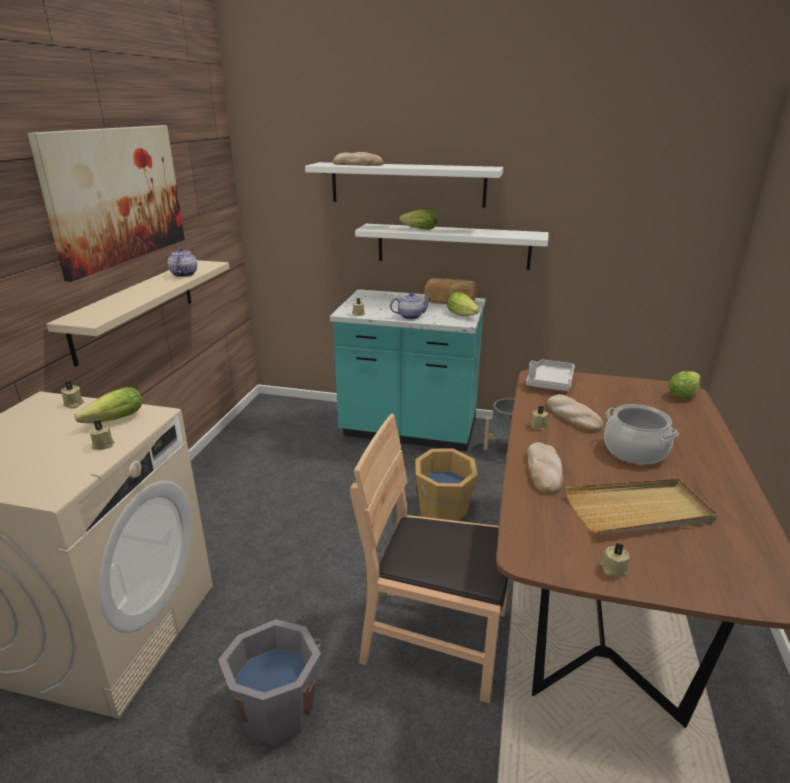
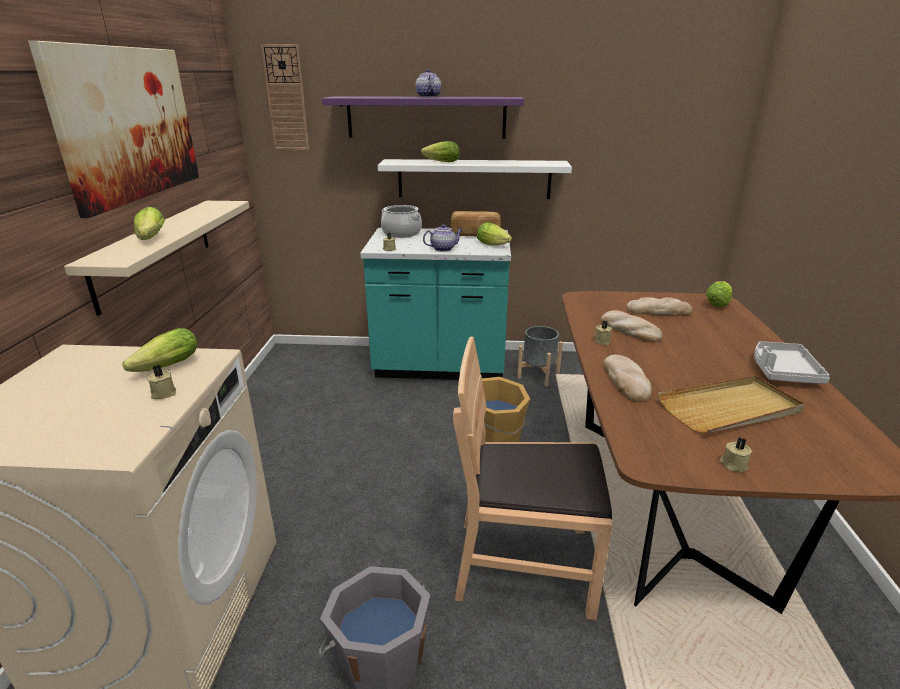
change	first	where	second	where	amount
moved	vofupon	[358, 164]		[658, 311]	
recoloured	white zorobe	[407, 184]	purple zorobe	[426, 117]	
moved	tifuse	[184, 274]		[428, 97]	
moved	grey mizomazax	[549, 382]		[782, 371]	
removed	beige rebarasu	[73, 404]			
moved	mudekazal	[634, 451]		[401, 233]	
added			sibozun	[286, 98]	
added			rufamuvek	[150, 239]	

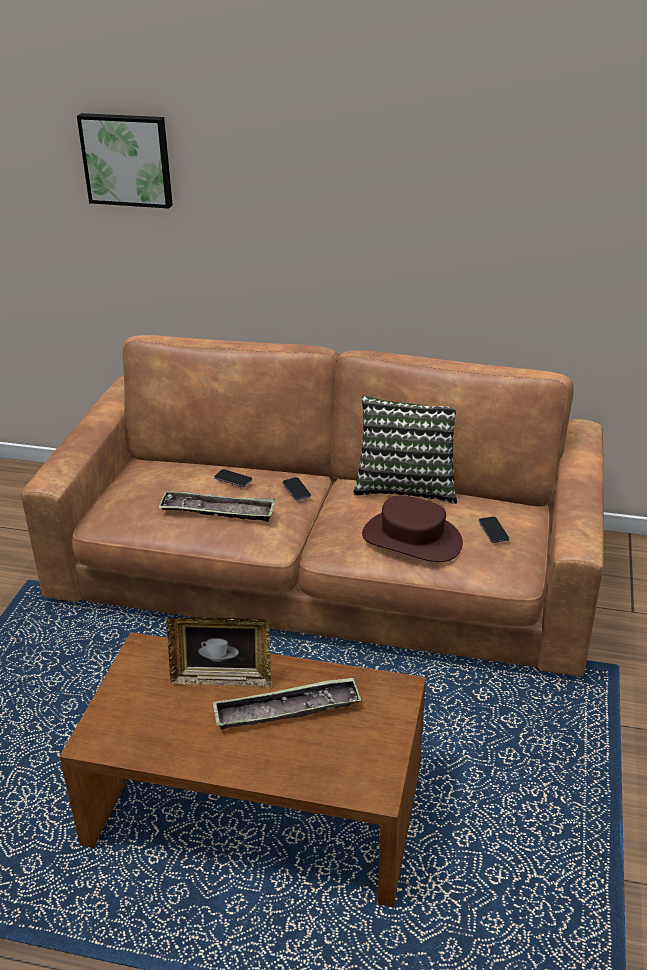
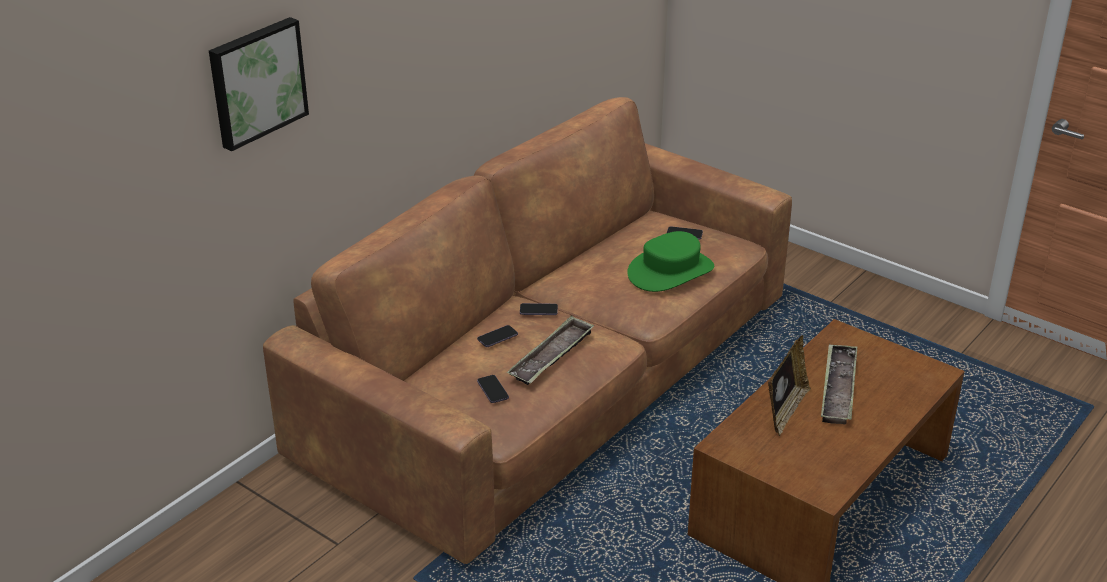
change	first	where	second	where	amount
removed	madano	[406, 486]			
recoloured	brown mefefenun	[412, 538]	green mefefenun	[670, 271]	
added			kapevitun	[492, 390]	

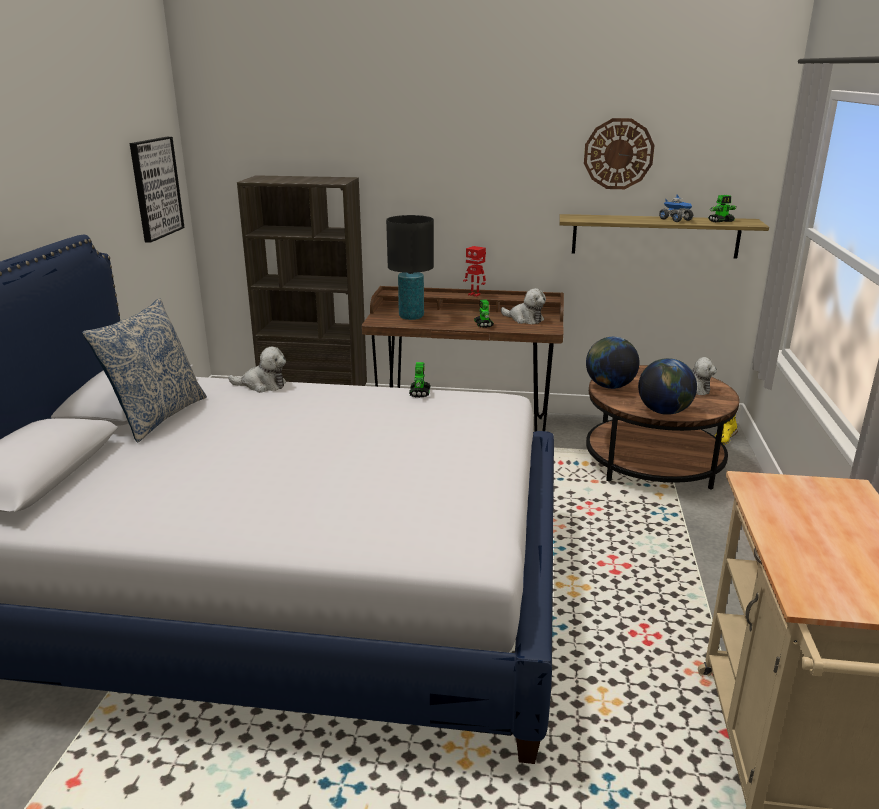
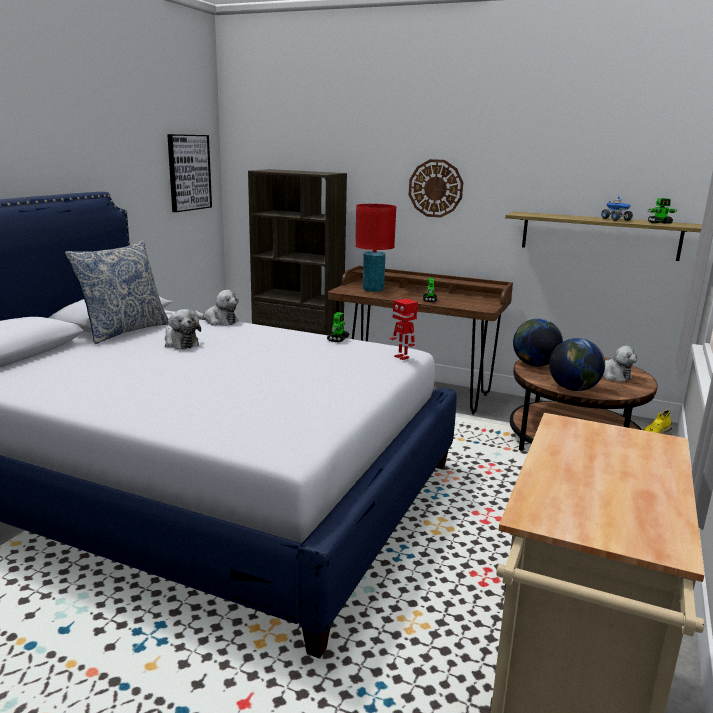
change	first	where	second	where	amount
moved	sibozun	[618, 154]		[435, 188]	
recoloured	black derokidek	[411, 317]	red derokidek	[373, 290]	
moved	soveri	[474, 295]		[402, 357]	
moved	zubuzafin	[524, 319]		[180, 343]	

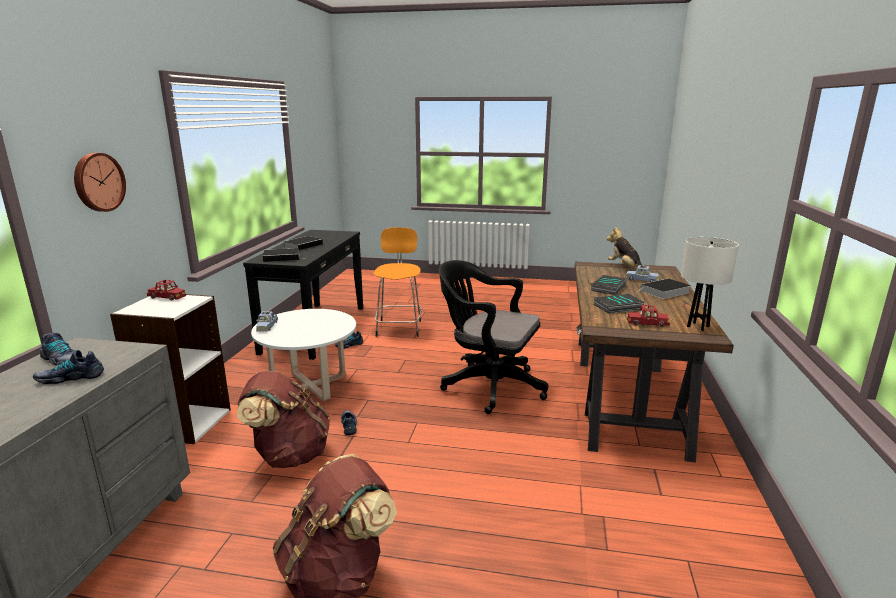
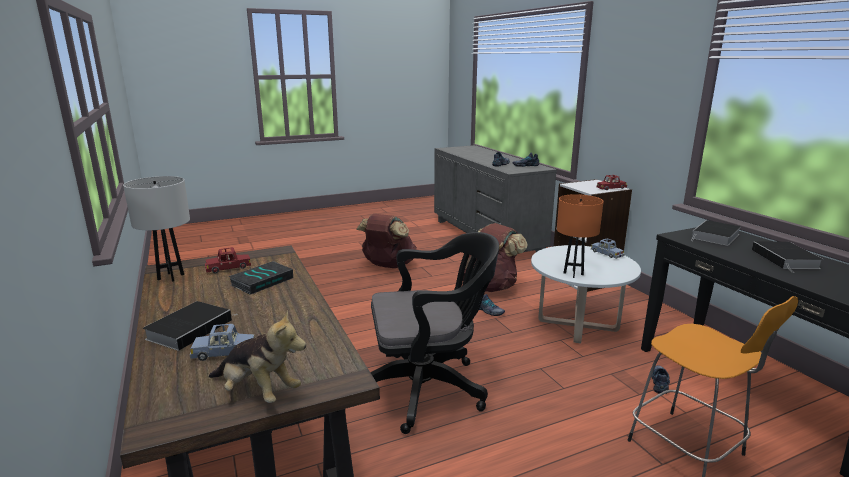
change	first	where	second	where	amount
removed	sibozun	[98, 182]			
removed	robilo	[609, 288]			
added			orange derokidek	[573, 274]	

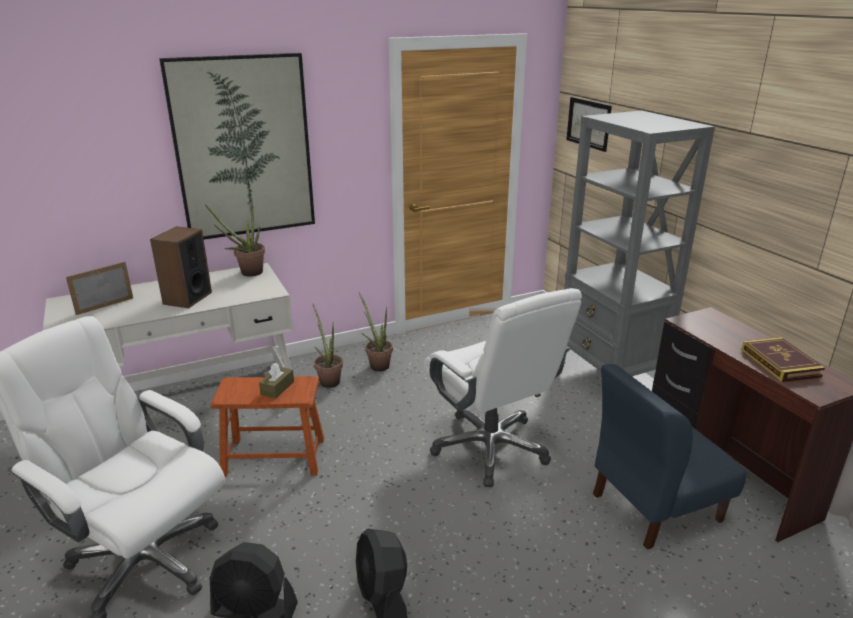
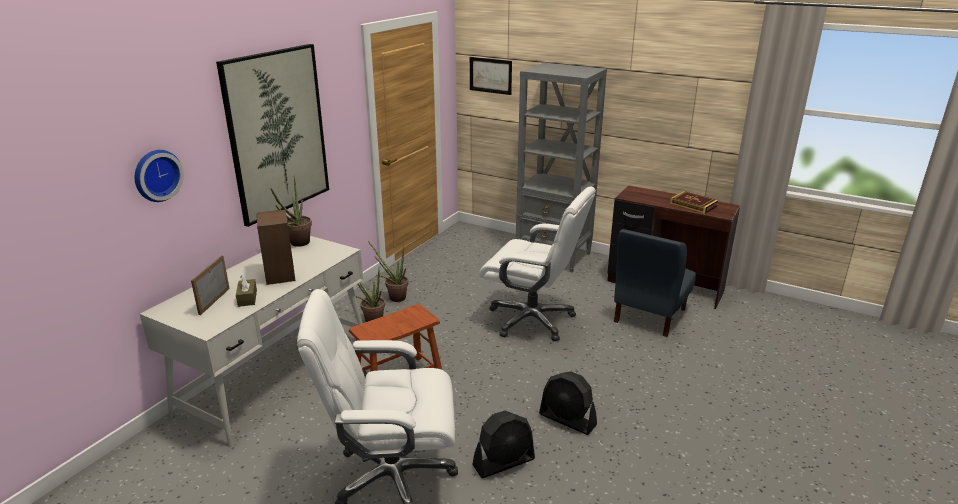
change	first	where	second	where	amount
moved	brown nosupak	[277, 388]		[247, 298]	
added			sibozun	[156, 175]	

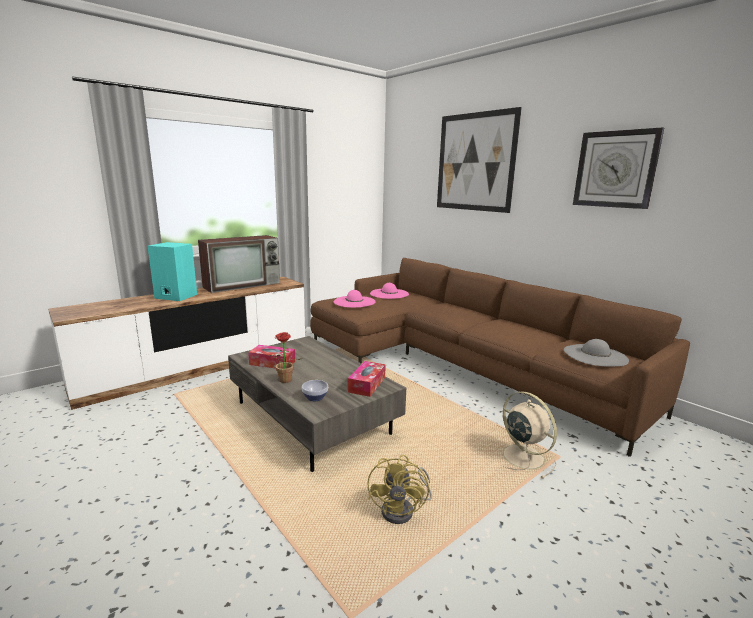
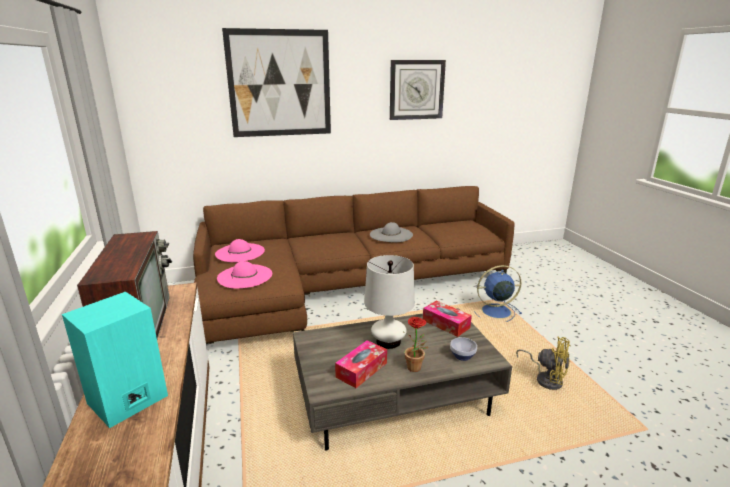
change	first	where	second	where	amount
moved	grey mefefenun	[595, 355]		[391, 235]	
recoloured	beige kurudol	[521, 456]	blue kurudol	[494, 311]	
added			white derokidek	[388, 341]	

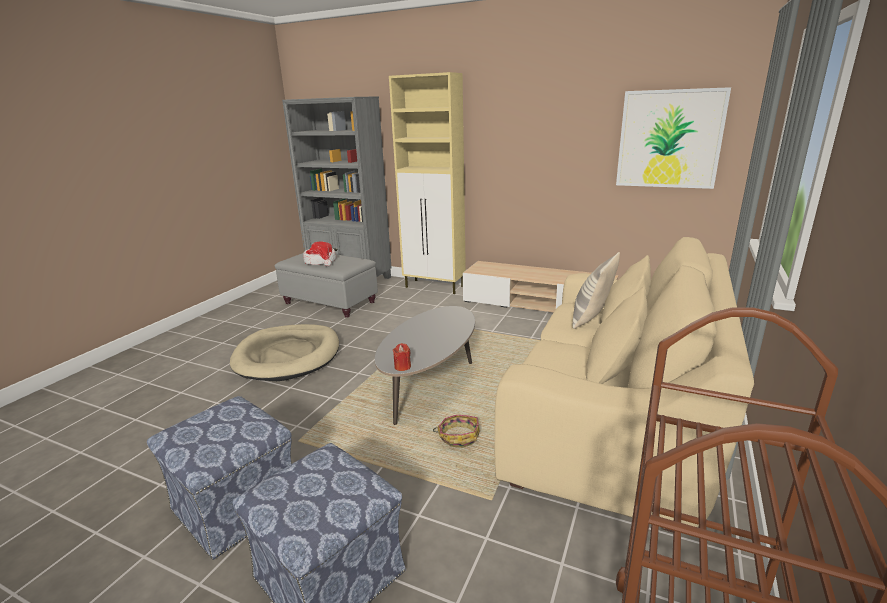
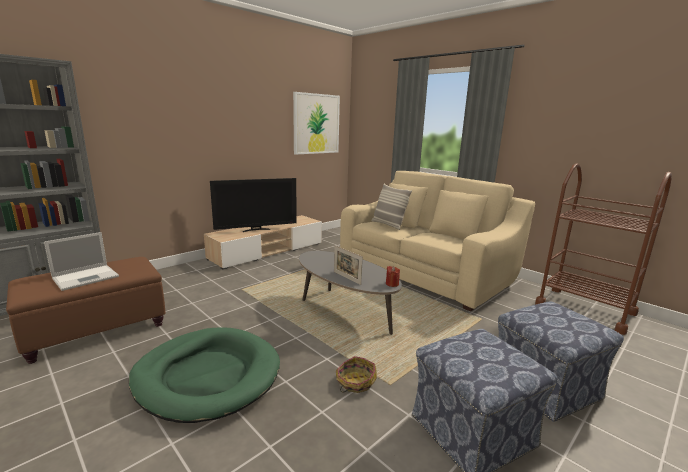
change	first	where	second	where	amount
removed	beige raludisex	[435, 287]			
replaced	mefefenun	[321, 261]	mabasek	[87, 277]	
recoloured	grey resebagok	[330, 302]	brown resebagok	[98, 329]	
recoloured	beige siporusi	[288, 356]	green siporusi	[207, 376]	
moved	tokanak	[458, 437]		[355, 382]	
added			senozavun	[256, 230]	
added			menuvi	[347, 278]	

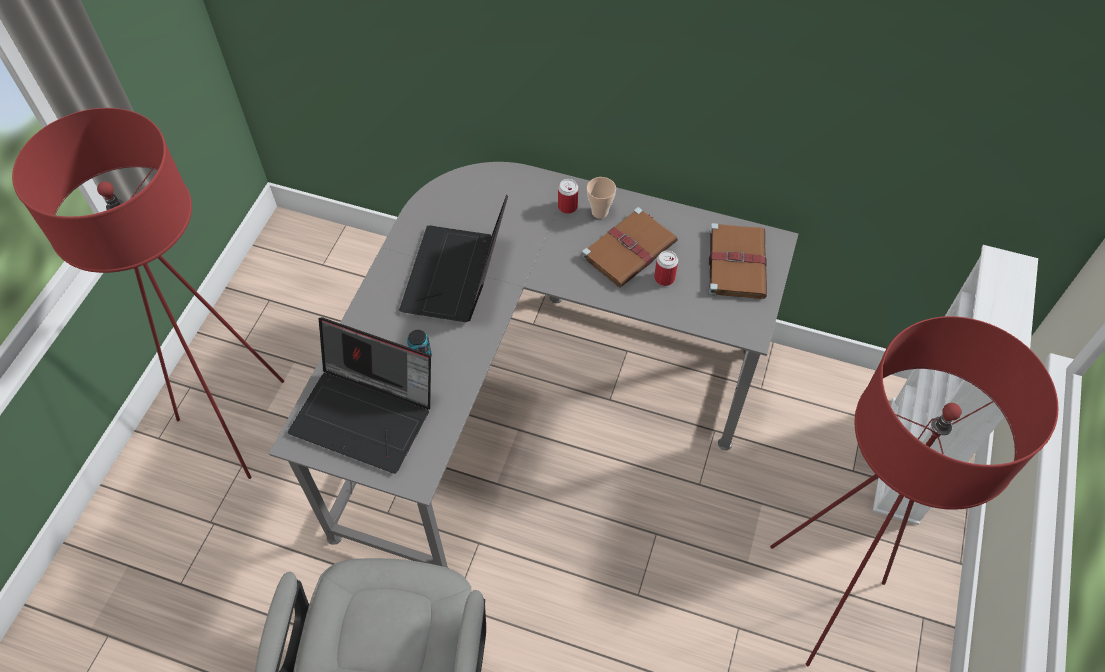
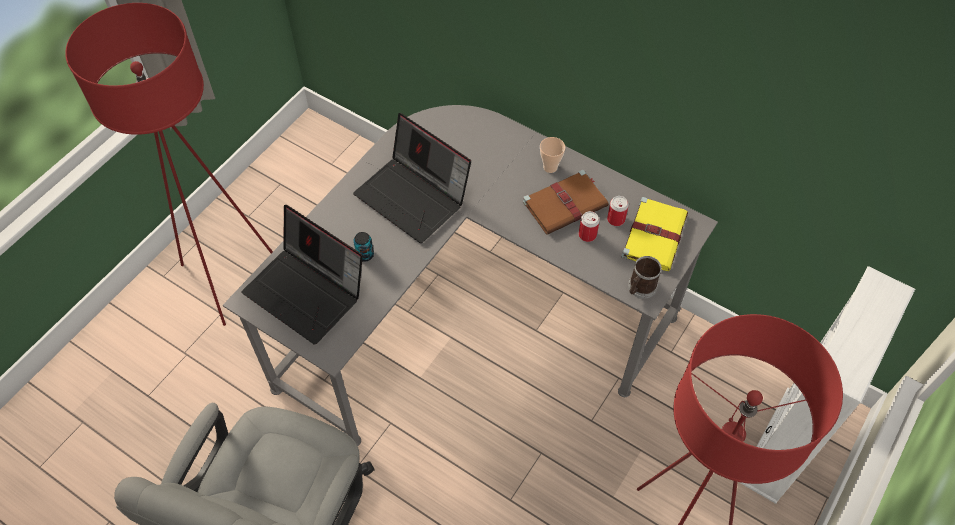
change	first	where	second	where	amount
moved	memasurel	[567, 207]		[616, 219]	
turned	mabasek	[457, 278]		[414, 197]	75 degrees counterclockwise
recoloured	brown robilo	[736, 262]	yellow robilo	[654, 234]	
added			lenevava	[640, 288]	

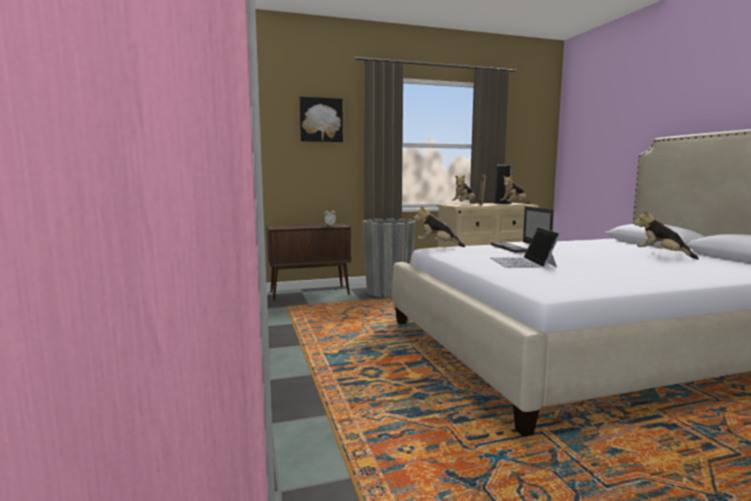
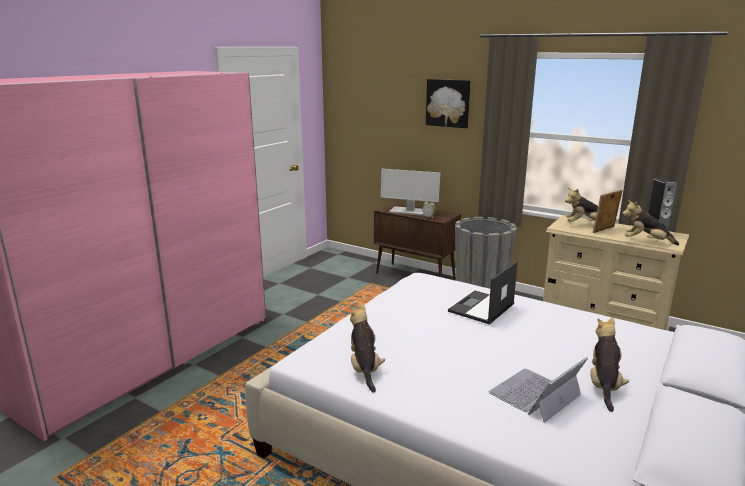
change	first	where	second	where	amount
moved	zubuzafin	[437, 245]		[364, 369]	
moved	mabasek	[523, 262]		[535, 394]	
added			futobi	[409, 211]	

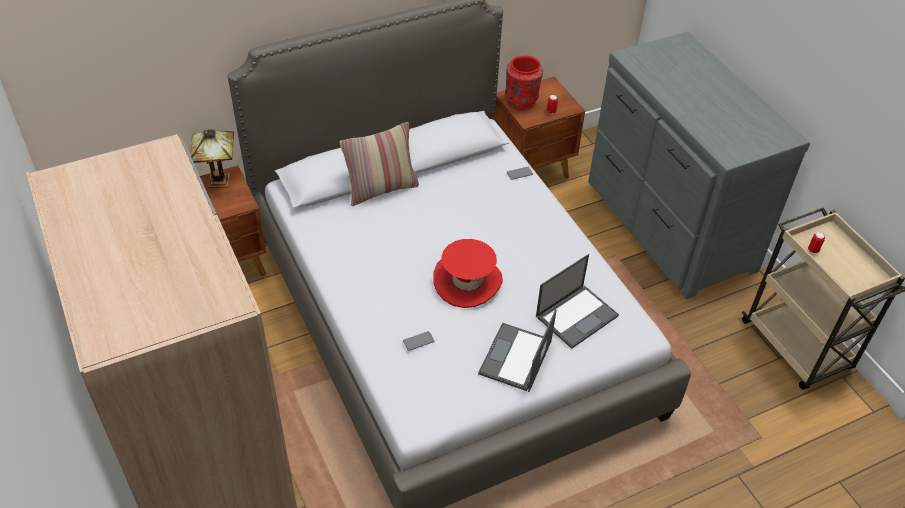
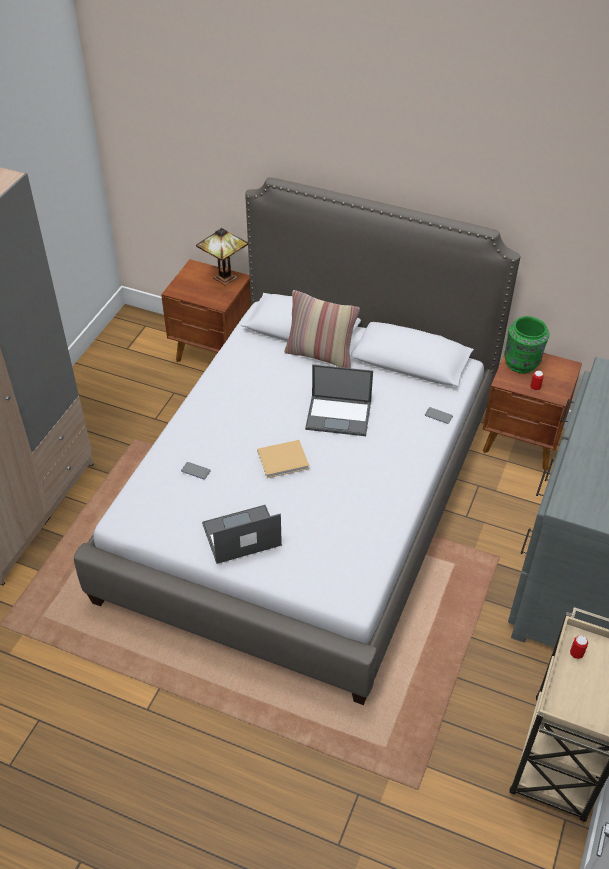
change	first	where	second	where	amount
recoloured	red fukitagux	[521, 101]	green fukitagux	[522, 363]	
replaced	red mefefenun	[467, 282]	beige robilo	[284, 460]	
moved	mabasek	[577, 315]		[339, 415]	

